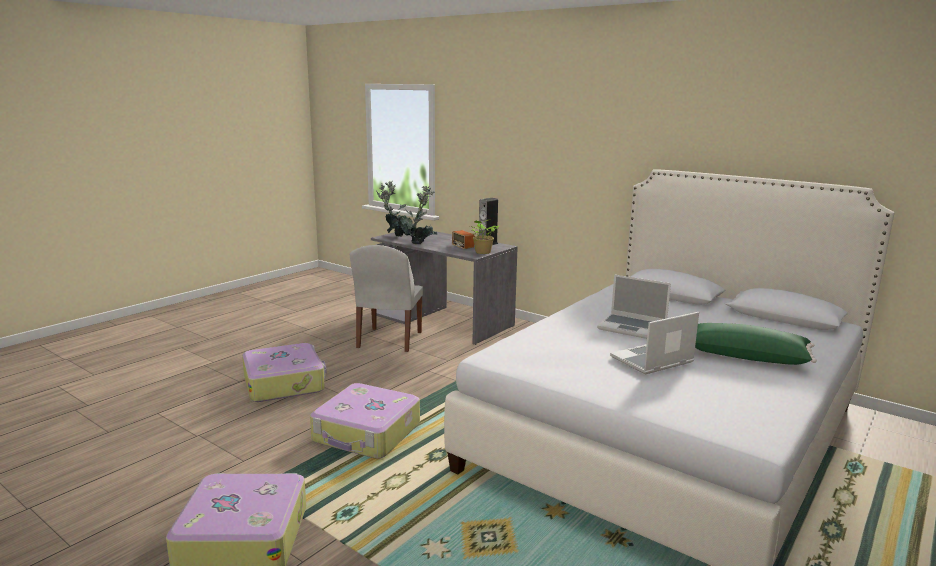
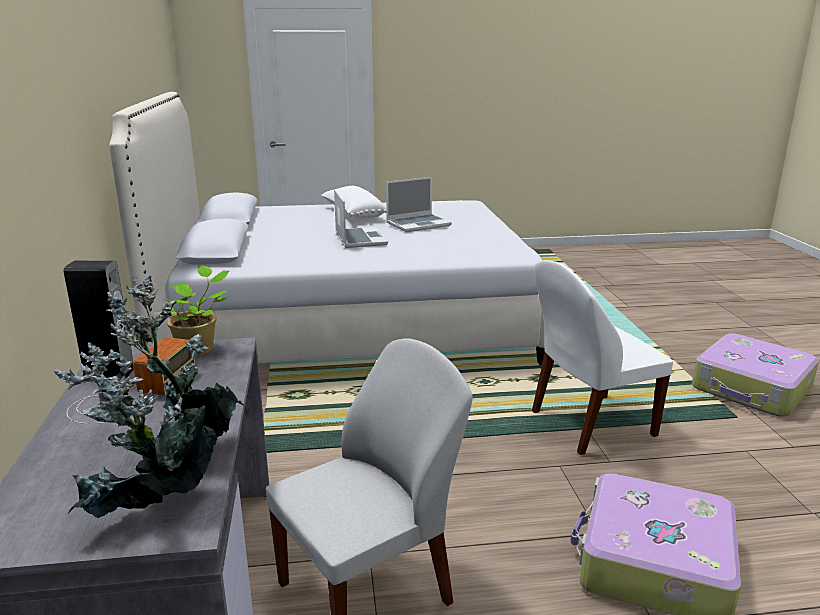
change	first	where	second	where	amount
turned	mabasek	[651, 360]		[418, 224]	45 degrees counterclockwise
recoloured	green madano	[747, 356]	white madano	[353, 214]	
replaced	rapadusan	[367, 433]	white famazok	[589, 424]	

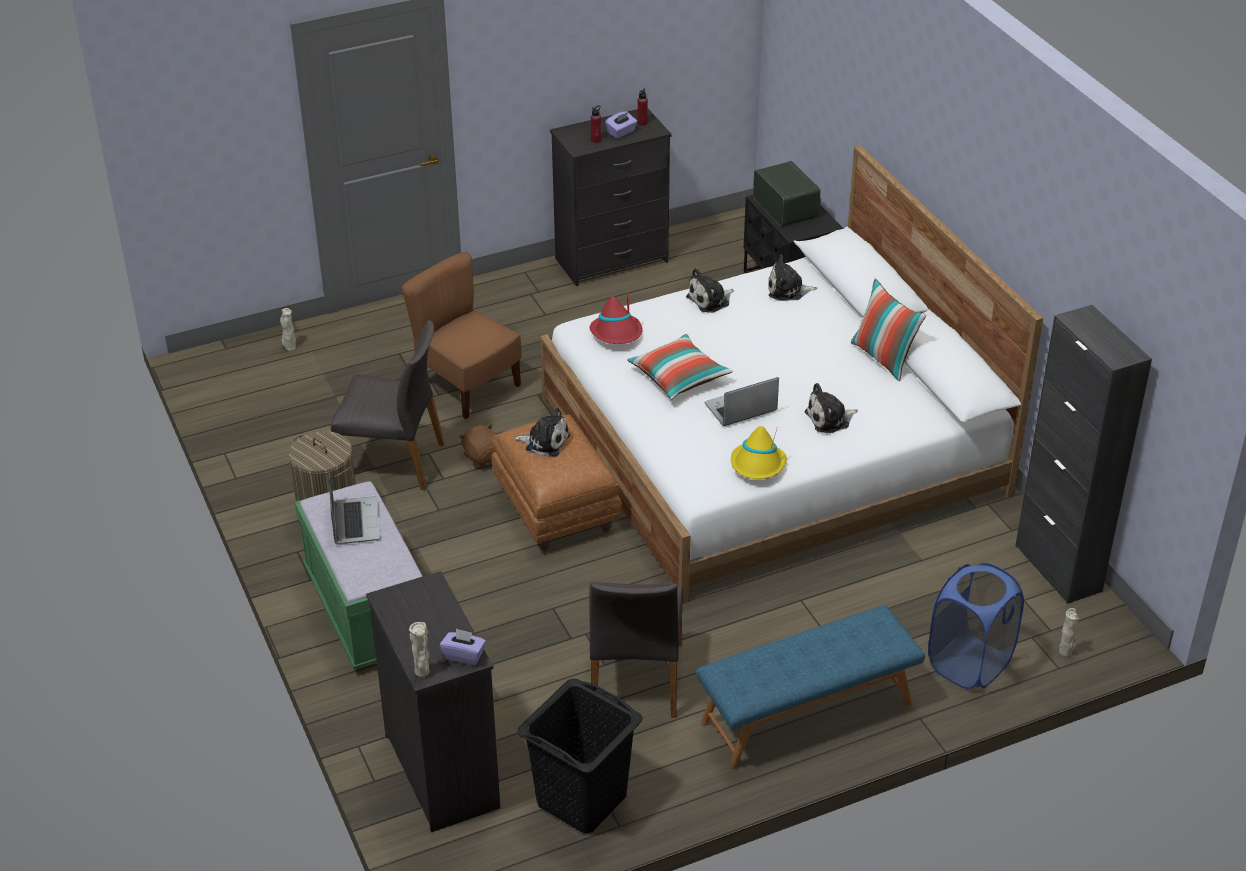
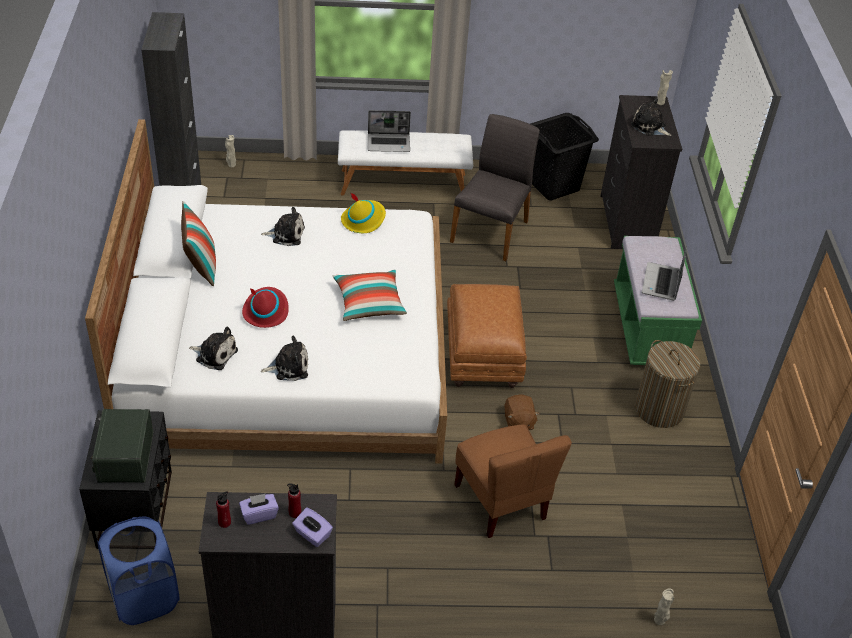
change	first	where	second	where	amount
moved	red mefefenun	[617, 333]		[266, 311]	
removed	grey famazok	[392, 461]			
moved	mabasek	[740, 409]		[389, 143]	
moved	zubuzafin	[545, 441]		[649, 126]	
moved	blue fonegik	[969, 664]		[144, 597]	
recoloured	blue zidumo	[807, 714]	white zidumo	[403, 183]	
moved	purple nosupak	[464, 655]		[312, 534]	

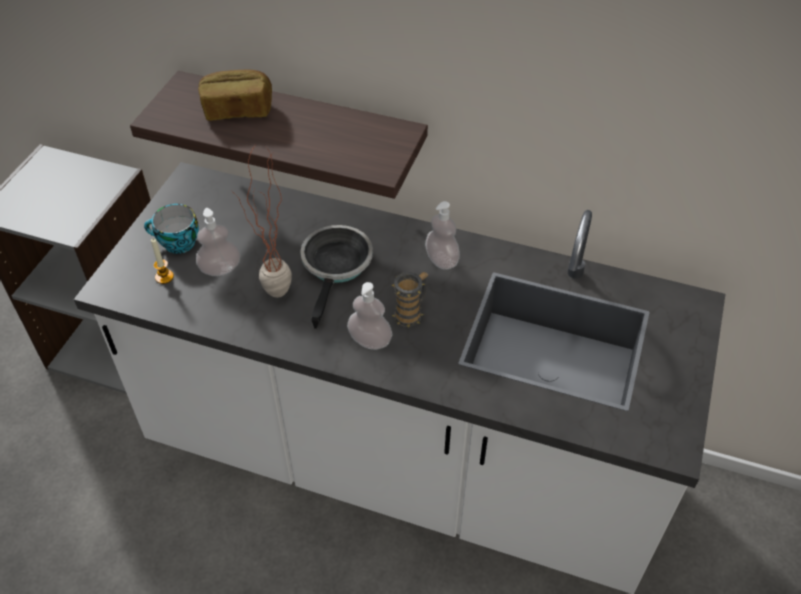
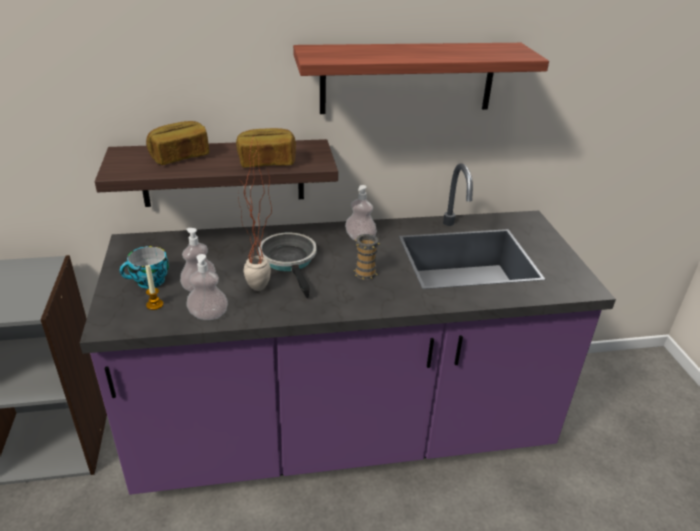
change	first	where	second	where	amount
recoloured	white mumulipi	[400, 460]	purple mumulipi	[343, 433]	
moved	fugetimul	[370, 340]		[208, 315]	
added			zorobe	[407, 78]	
added			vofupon	[266, 162]	

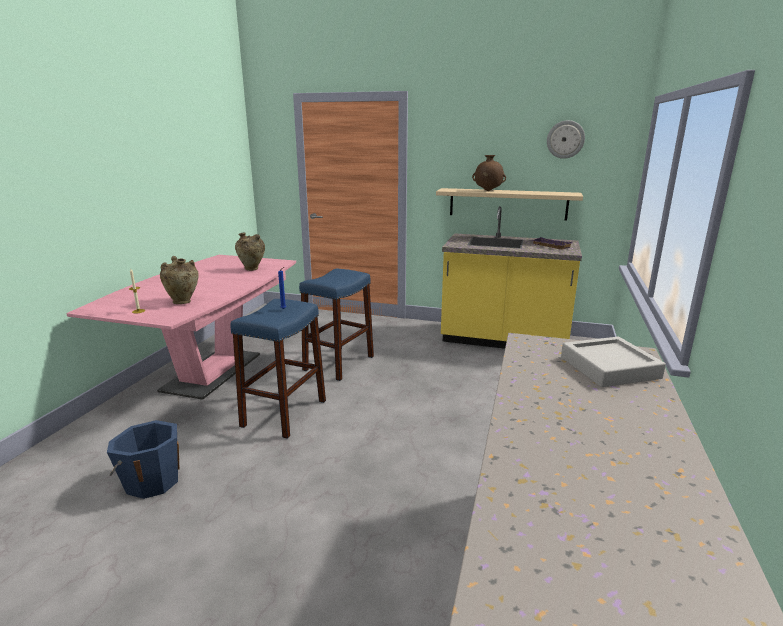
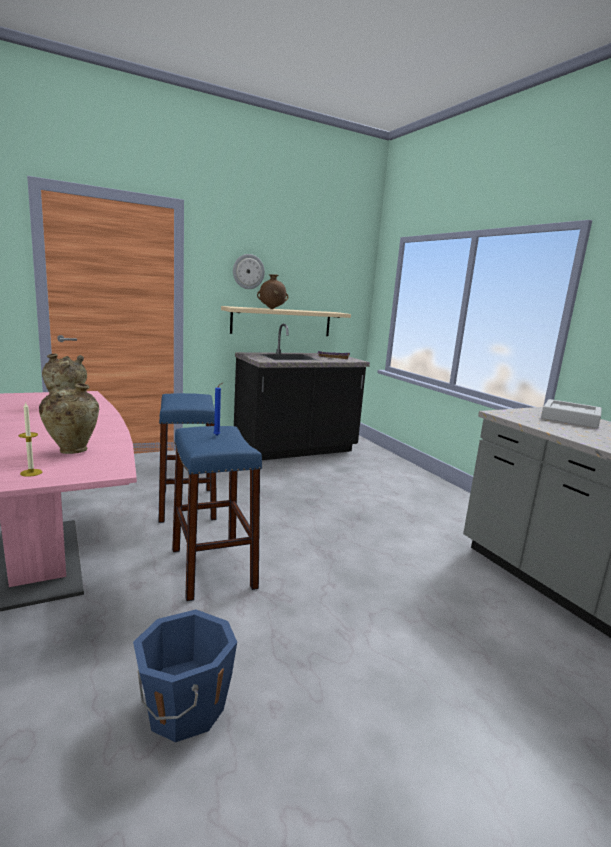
change	first	where	second	where	amount
moved	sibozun	[565, 139]		[248, 271]	
recoloured	yellow mumulipi	[503, 341]	black mumulipi	[295, 450]	

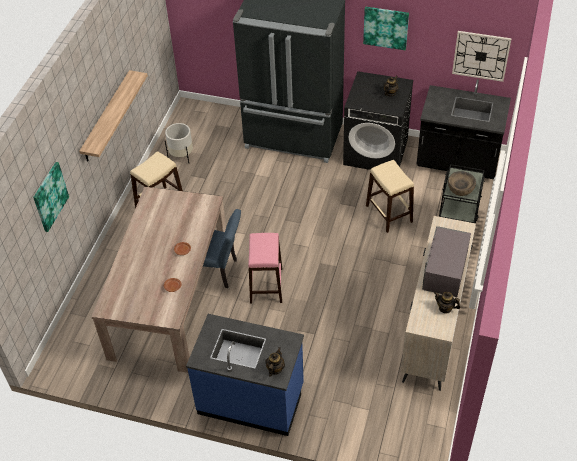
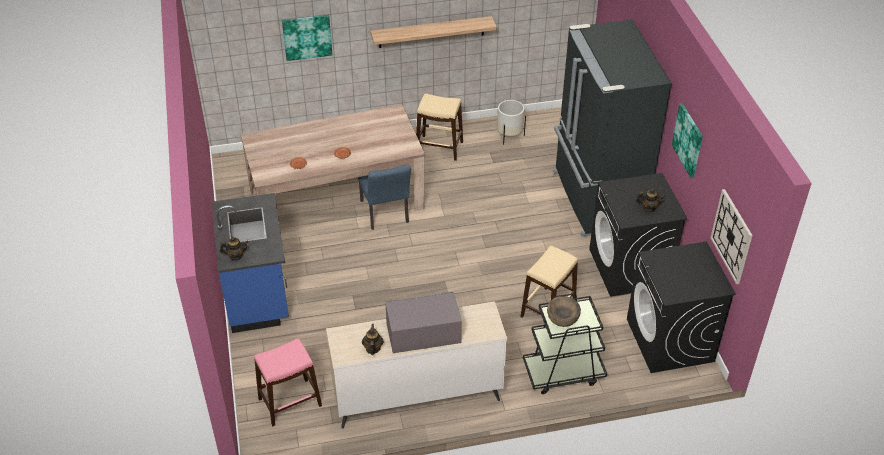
change	first	where	second	where	amount
replaced	black mumulipi	[457, 162]	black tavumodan	[670, 341]	
moved	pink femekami	[266, 285]		[290, 402]	

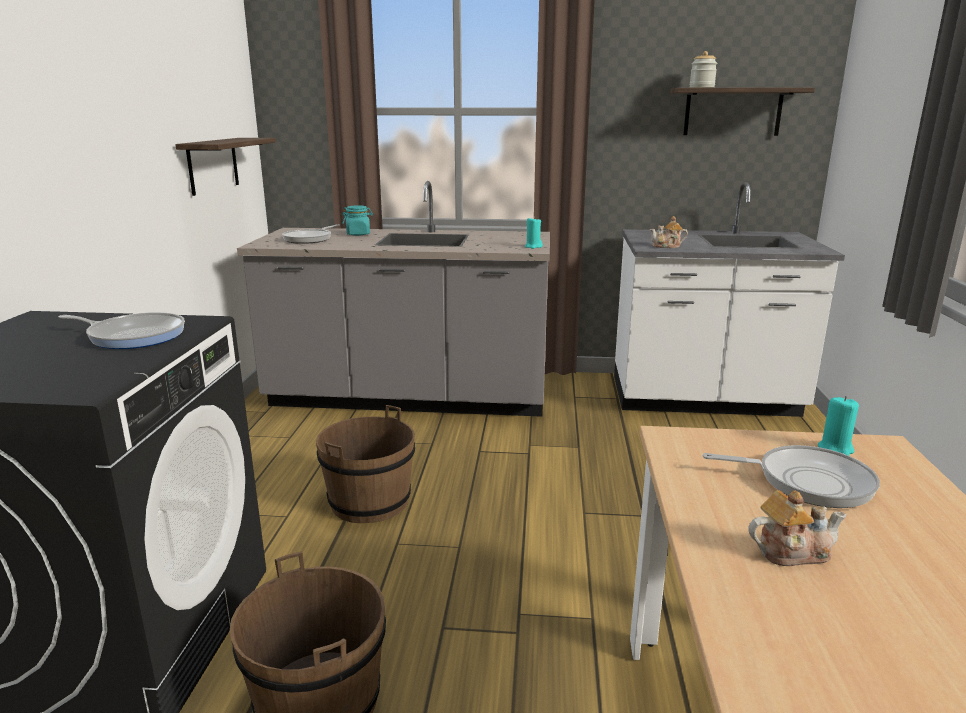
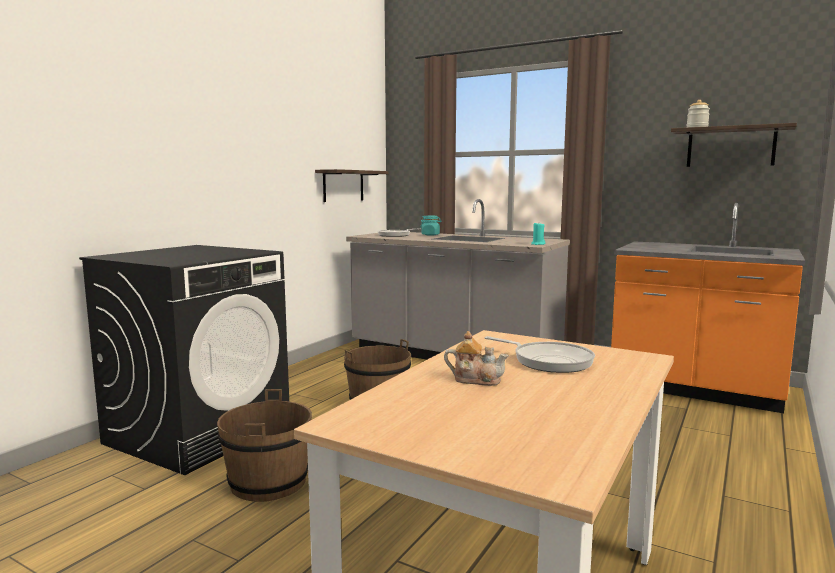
change	first	where	second	where	amount
recoloured	white mumulipi	[704, 399]	orange mumulipi	[695, 388]	
removed	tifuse	[667, 246]			
removed	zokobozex	[133, 336]			
removed	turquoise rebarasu	[835, 449]			

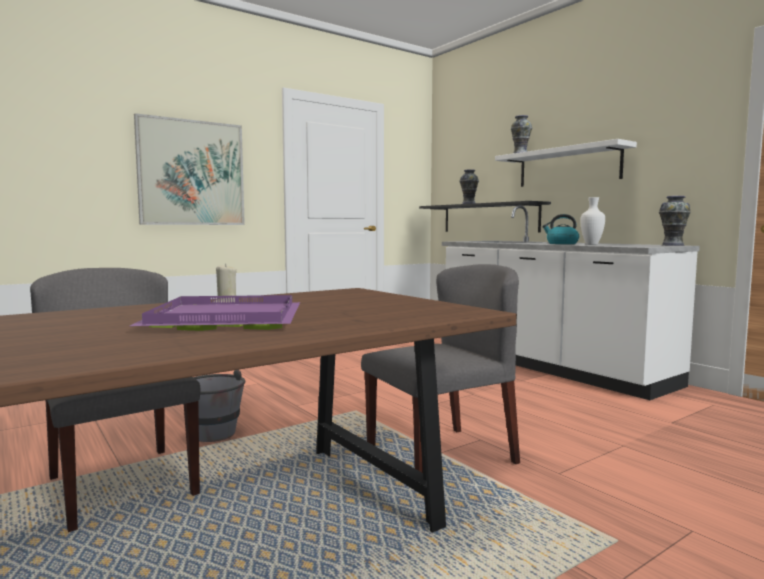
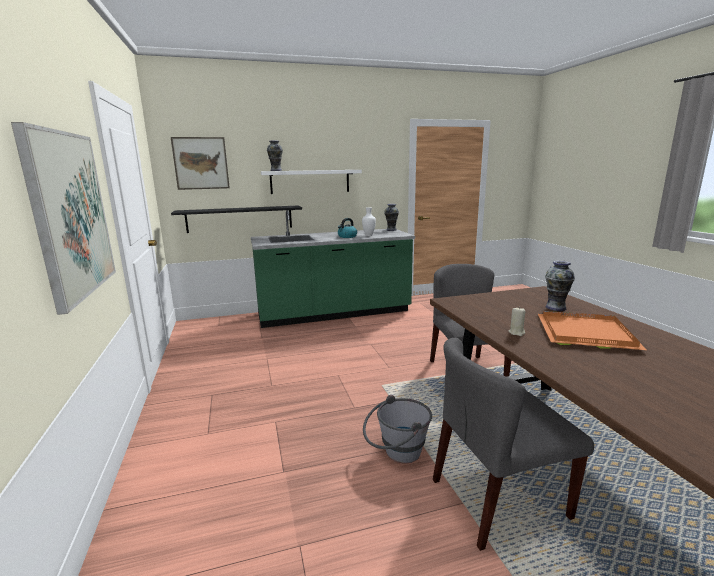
change	first	where	second	where	amount
moved	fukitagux	[469, 204]		[556, 307]	
recoloured	white mumulipi	[549, 366]	green mumulipi	[334, 314]	
recoloured	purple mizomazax	[224, 318]	orange mizomazax	[584, 334]	
added			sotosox	[201, 163]	

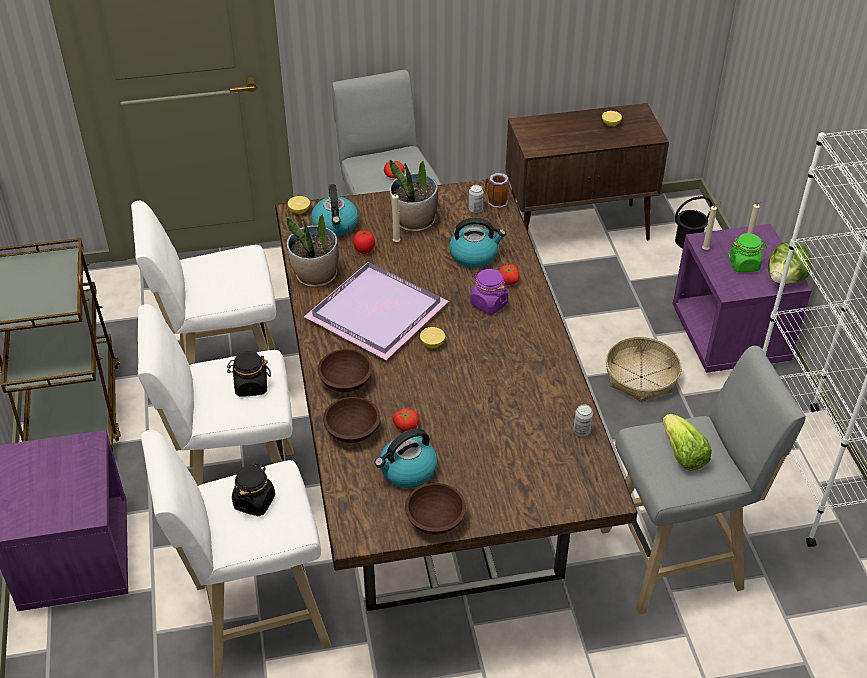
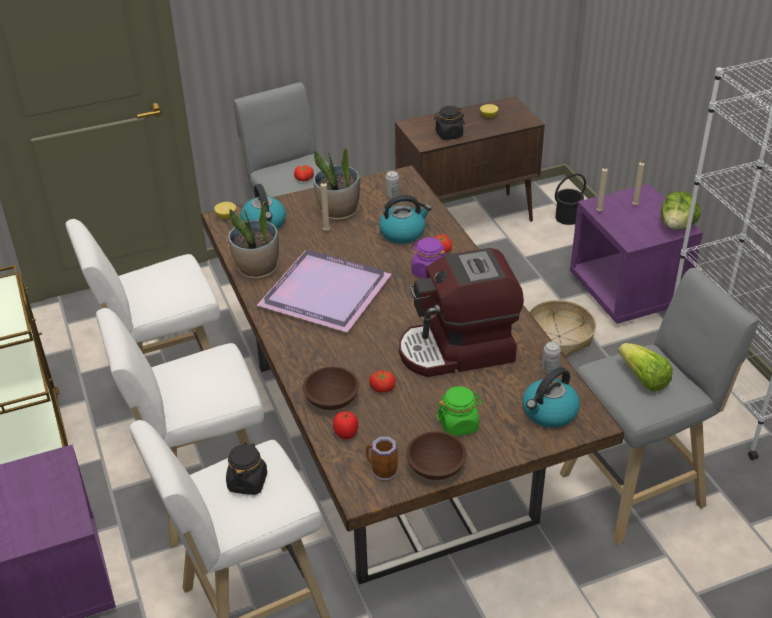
change	first	where	second	where	amount
moved	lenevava	[495, 202]		[382, 472]	
moved	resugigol	[364, 250]		[346, 434]	
moved	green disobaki	[744, 264]		[458, 425]	
removed	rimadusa	[432, 344]			
removed	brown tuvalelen	[346, 382]			
moved	black disobaki	[251, 386]		[449, 134]	
moved	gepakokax	[407, 471]		[549, 413]	
added			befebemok	[458, 351]	

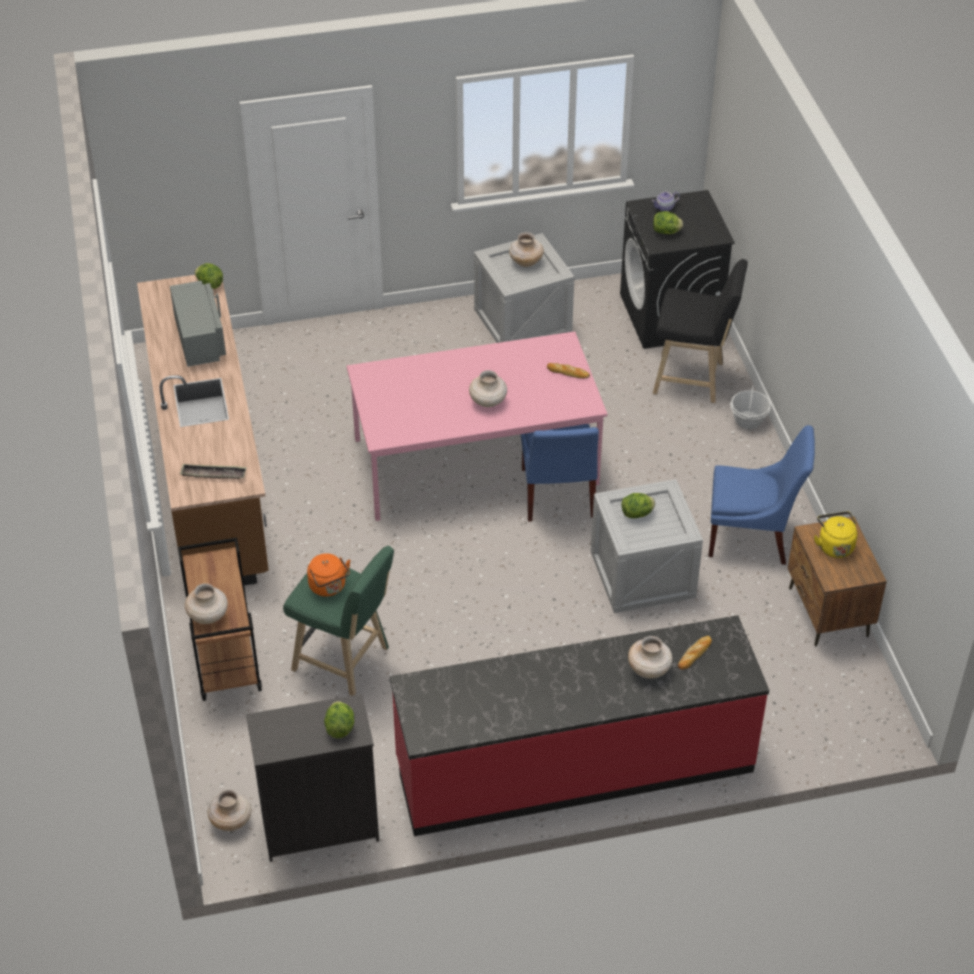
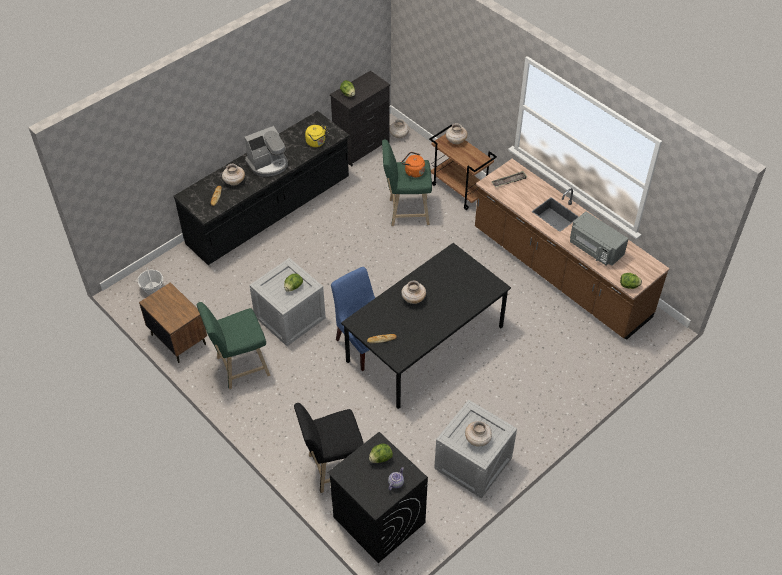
change	first	where	second	where	amount
recoloured	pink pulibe	[475, 462]	black pulibe	[425, 343]	
moved	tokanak	[748, 420]		[152, 288]	
replaced	blue famazok	[753, 537]	green femekami	[240, 367]	
moved	yellow gepakokax	[834, 545]		[316, 143]	
recoloured	red mumulipi	[574, 766]	black mumulipi	[269, 212]	
added			befebemok	[268, 164]	

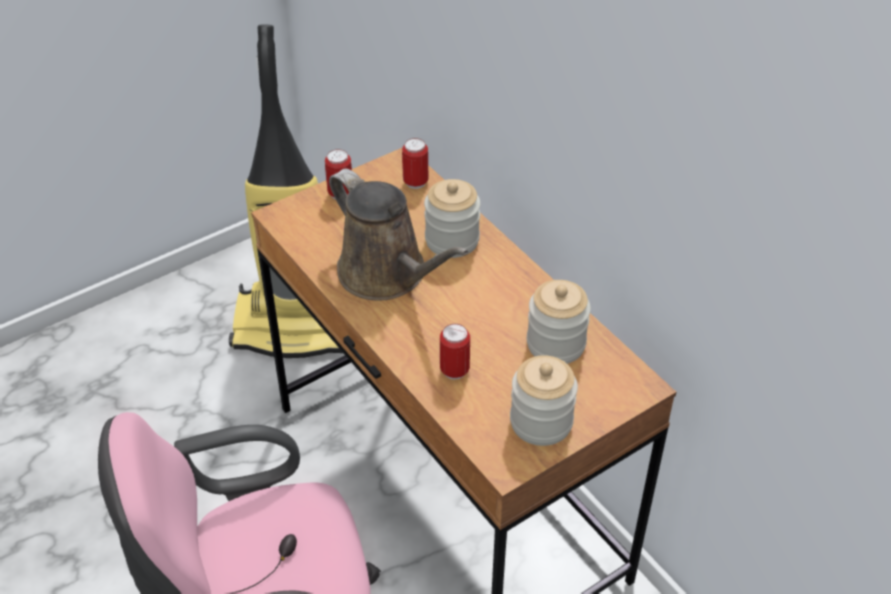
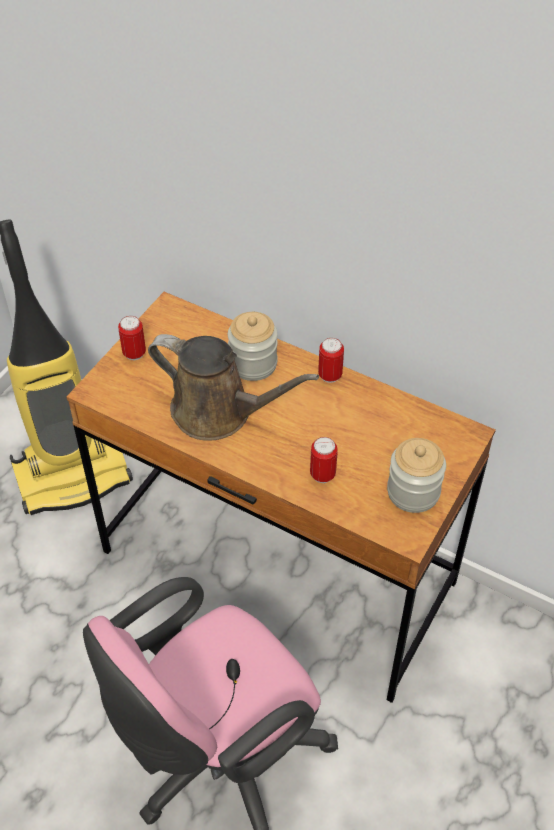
change	first	where	second	where	amount
moved	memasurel	[415, 182]		[330, 375]	
removed	disobaki	[556, 344]			

